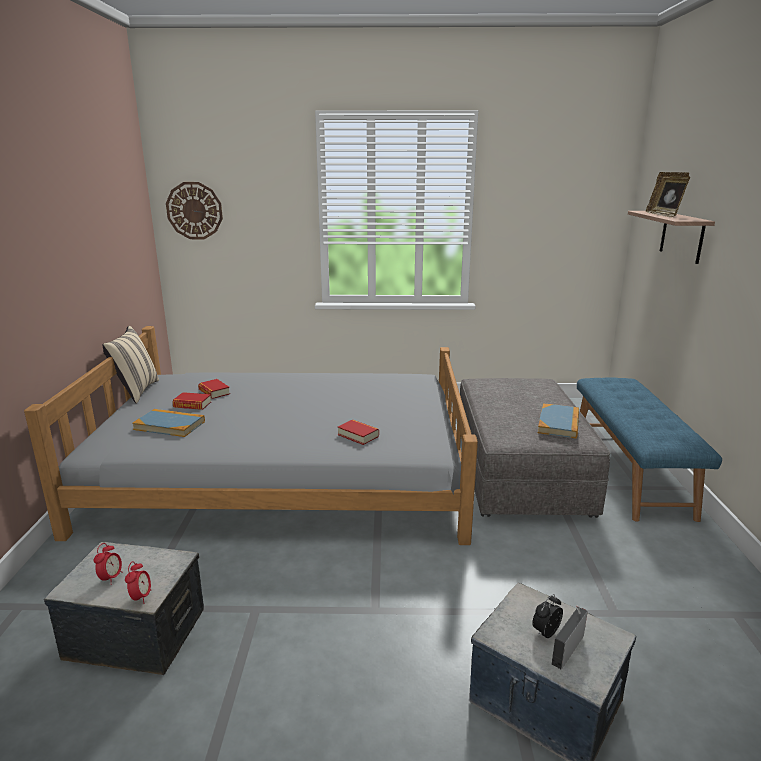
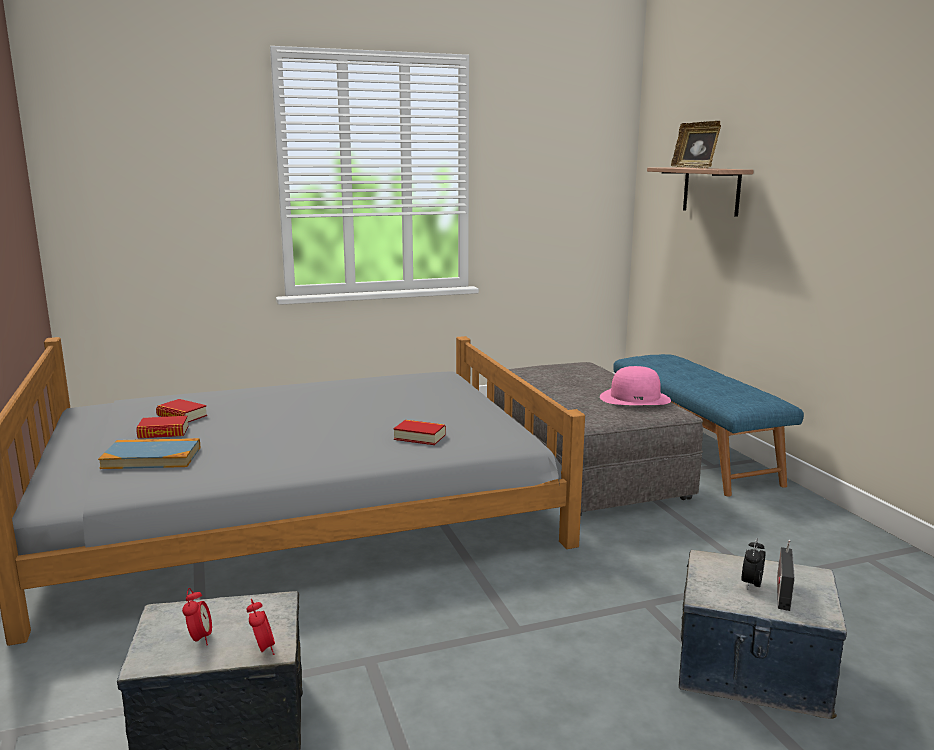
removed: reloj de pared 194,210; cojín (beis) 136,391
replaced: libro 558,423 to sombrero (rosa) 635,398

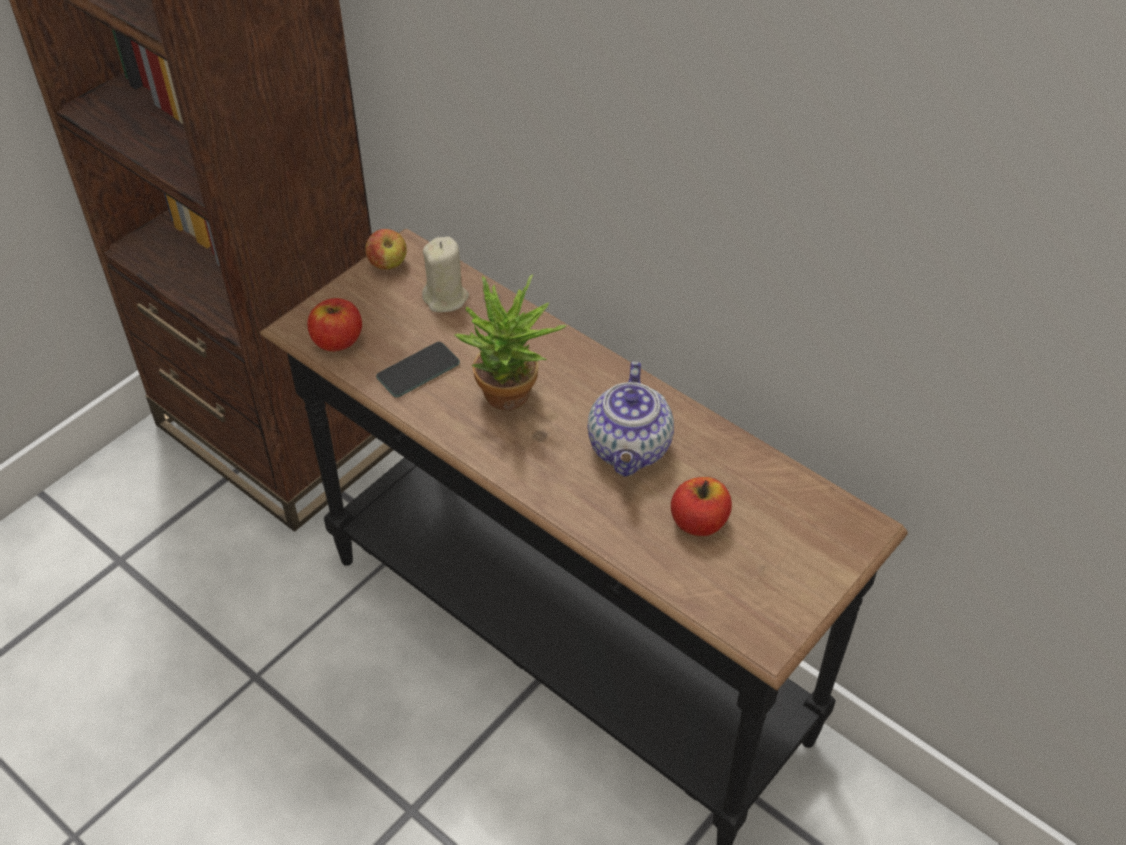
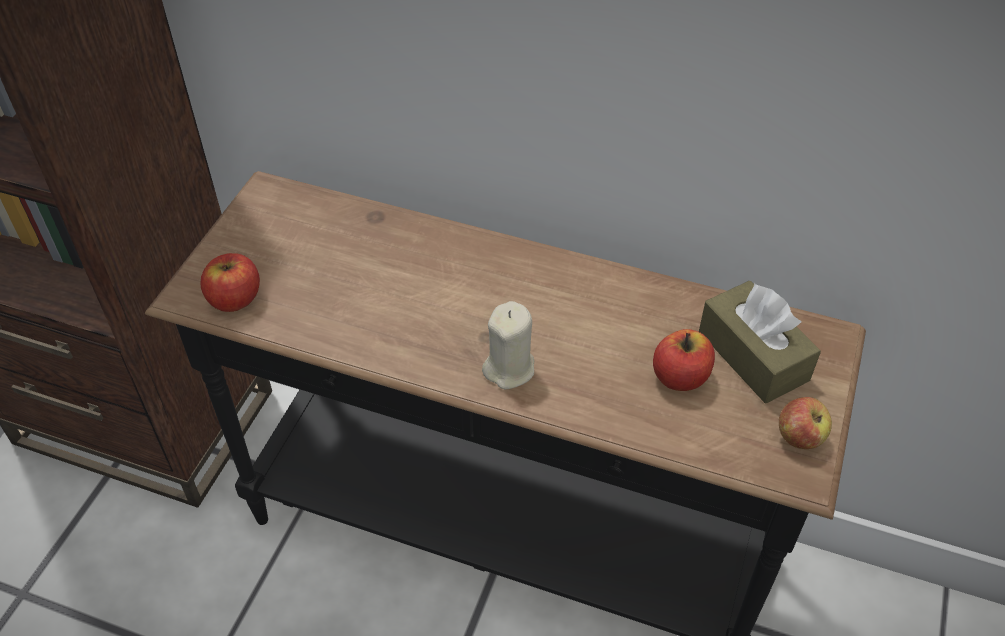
removed: planta en maceta 512,400; móvil 418,370; tetera 630,449
added: caja de pañuelos (marrón) 753,355
moved: manzana 388,264 to 799,437; vela (beis) 446,298 to 509,368

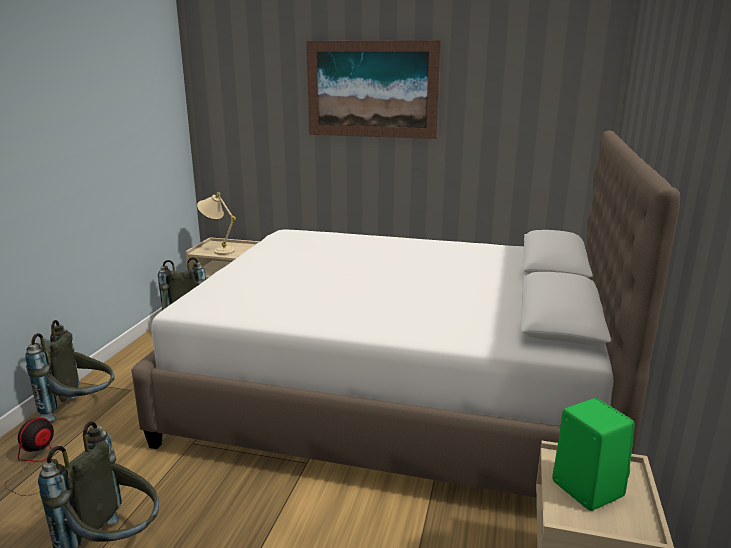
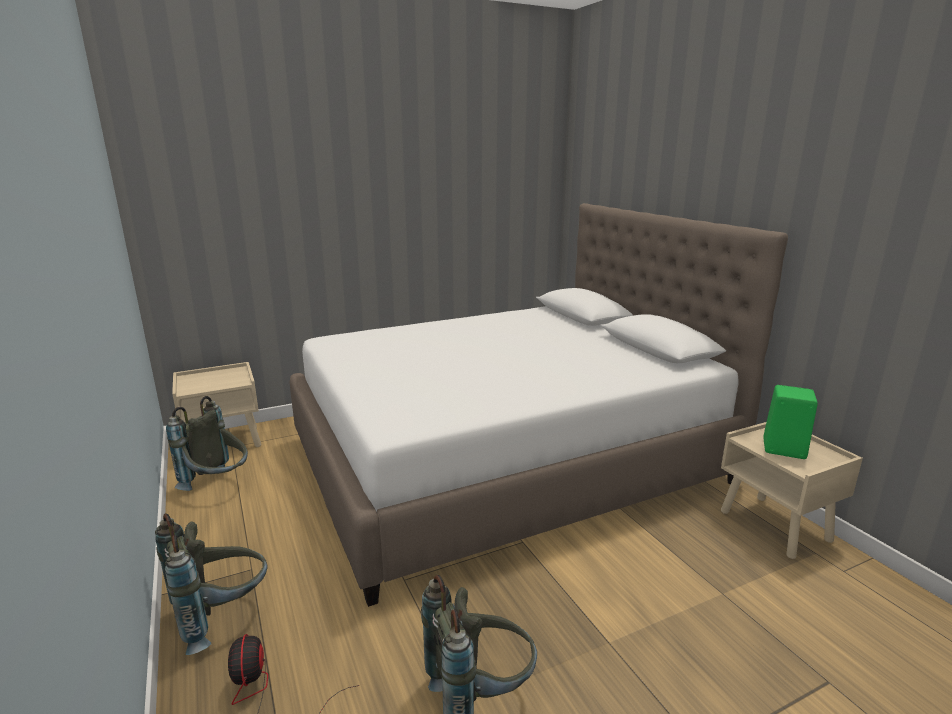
removed: cuadro 372,89; lámpara de mesa (beis) 218,250

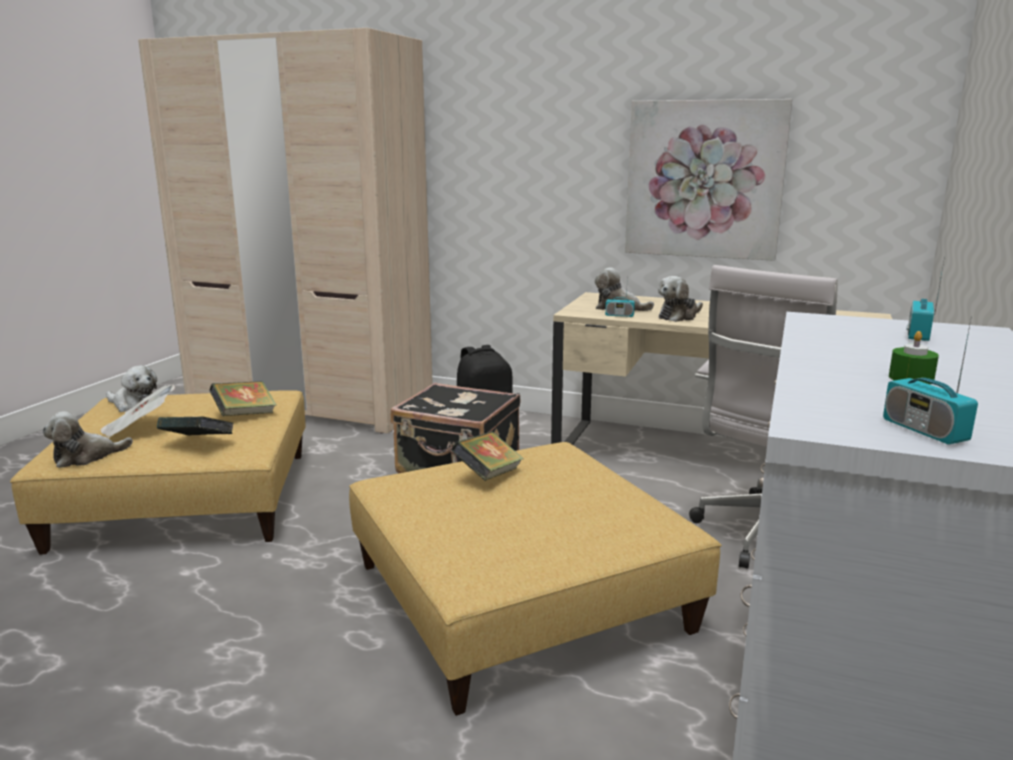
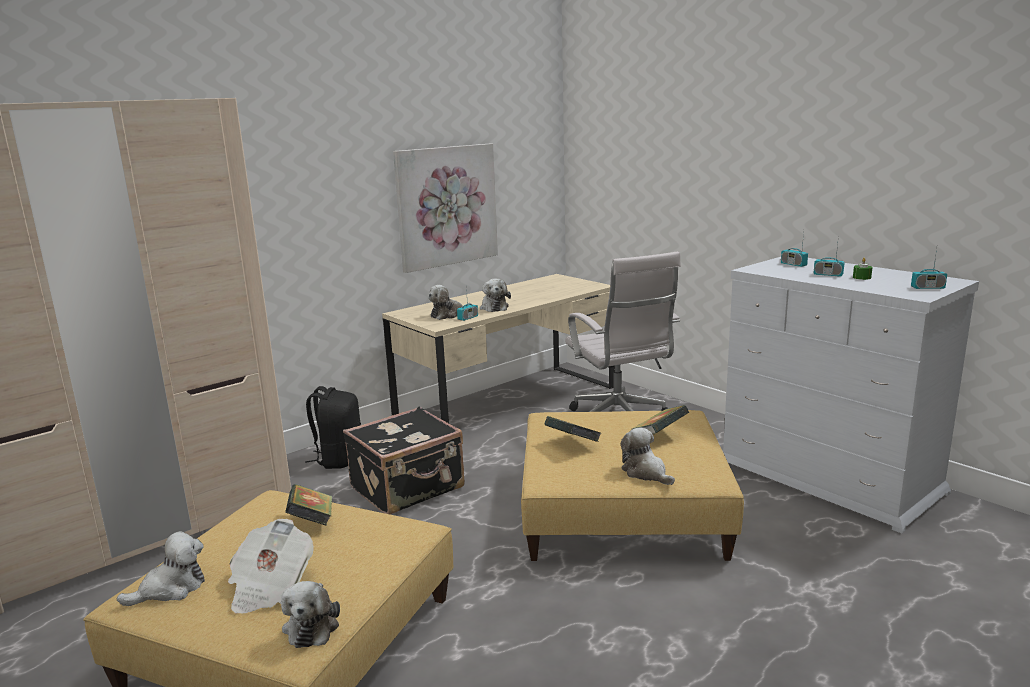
added: radio 828,275; peluche 646,473
moved: libro 198,444 to 659,436

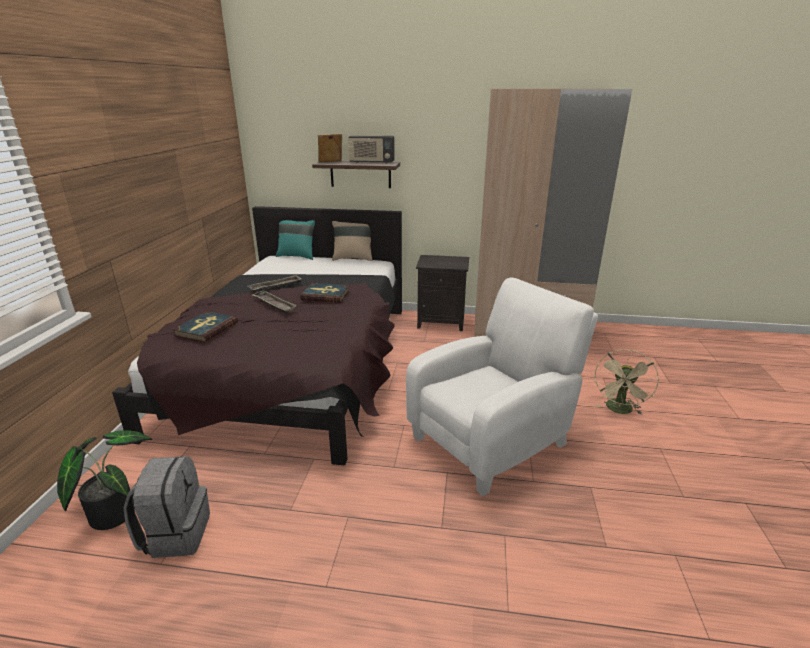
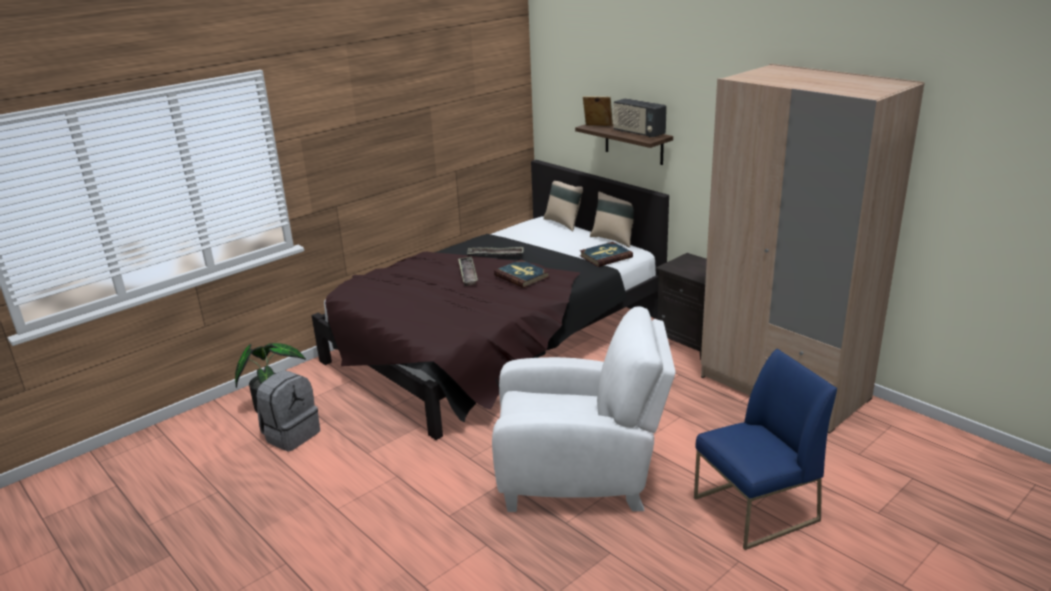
moved: libro 206,329 to 605,256
replaced: ventilador (beis) 619,410 to silla (azul) 755,510
recoloured: cojín (turquesa) 297,256 to cojín (beis) 564,223

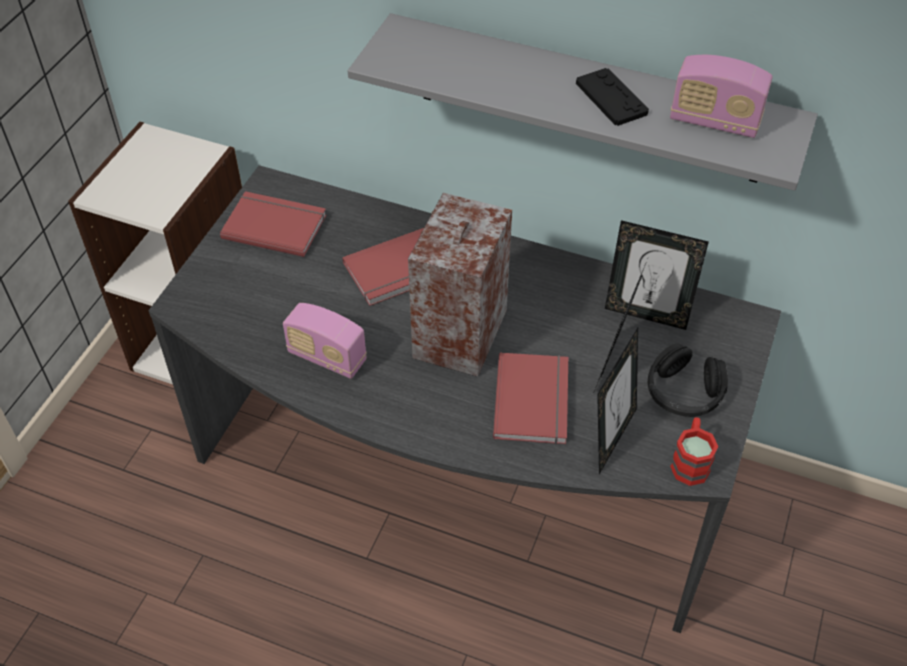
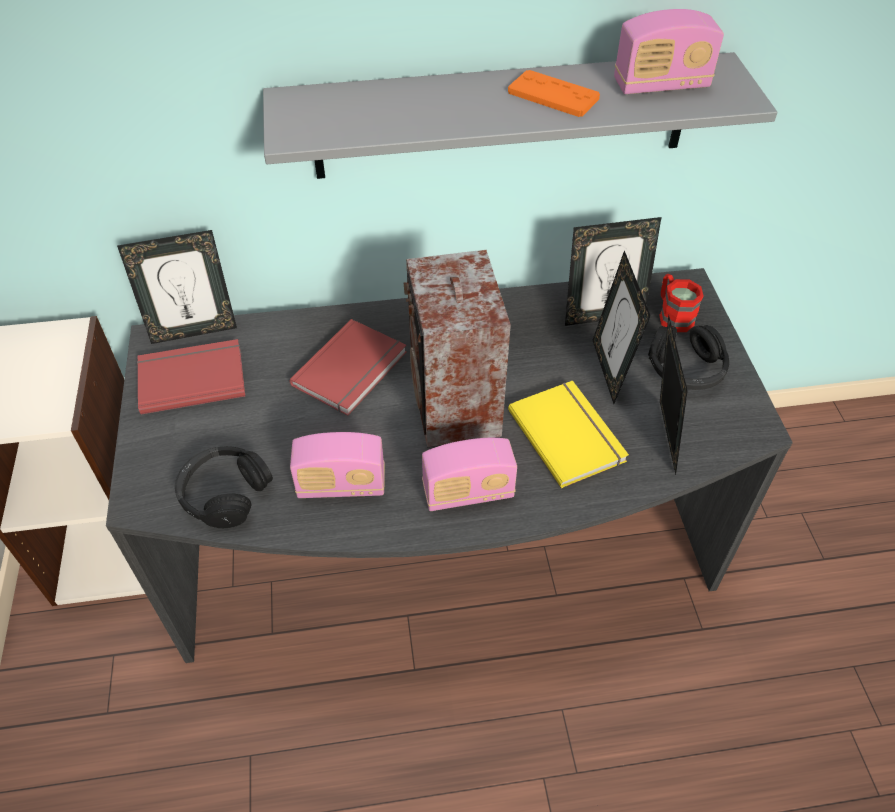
added: portarretratos 193,331; radio 468,493; auriculares (negro) 224,493
moved: taza grande (rojo) 690,461 to 672,315
recoloured: mando de consola (negro) 611,98 to mando de consola (naranja) 553,95; libro (rojo) 535,400 to libro (amarillo) 569,434

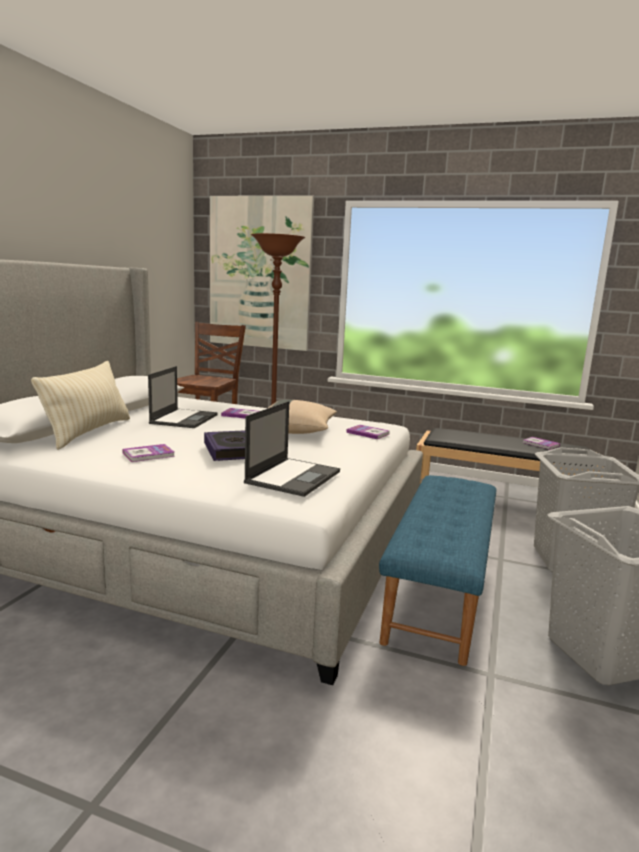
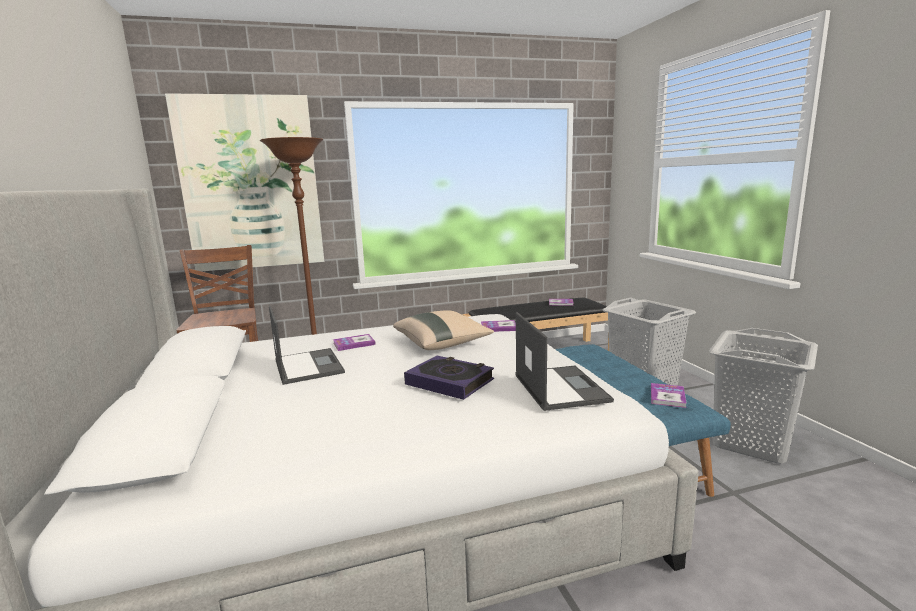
removed: cojín (beis) 89,432
moved: libro 148,454 to 667,396

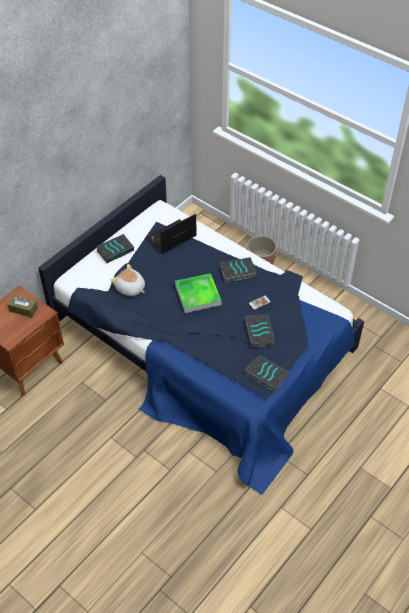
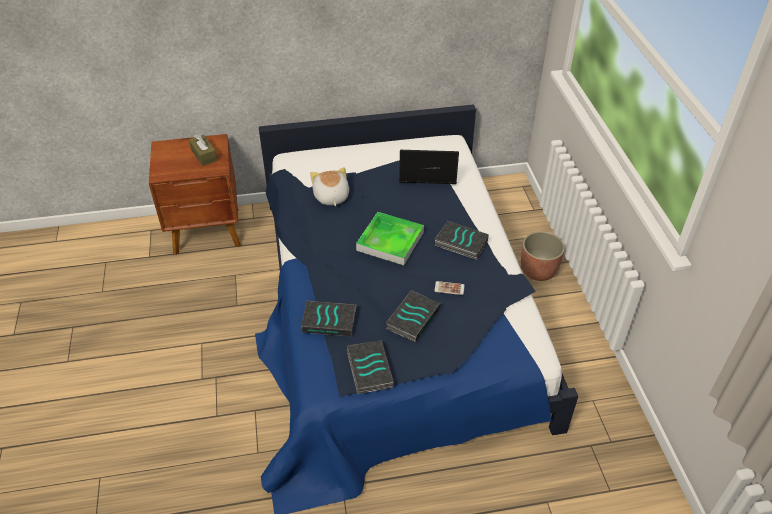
moved: libro 115,250 to 330,320

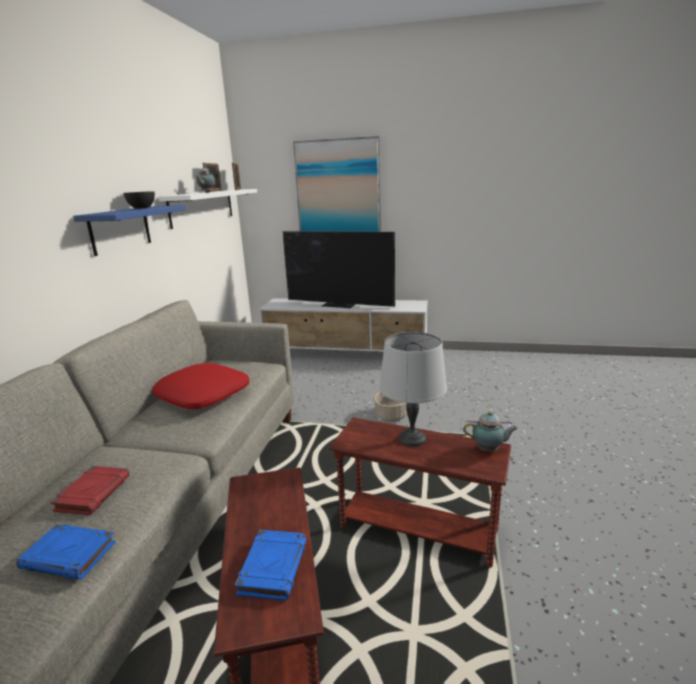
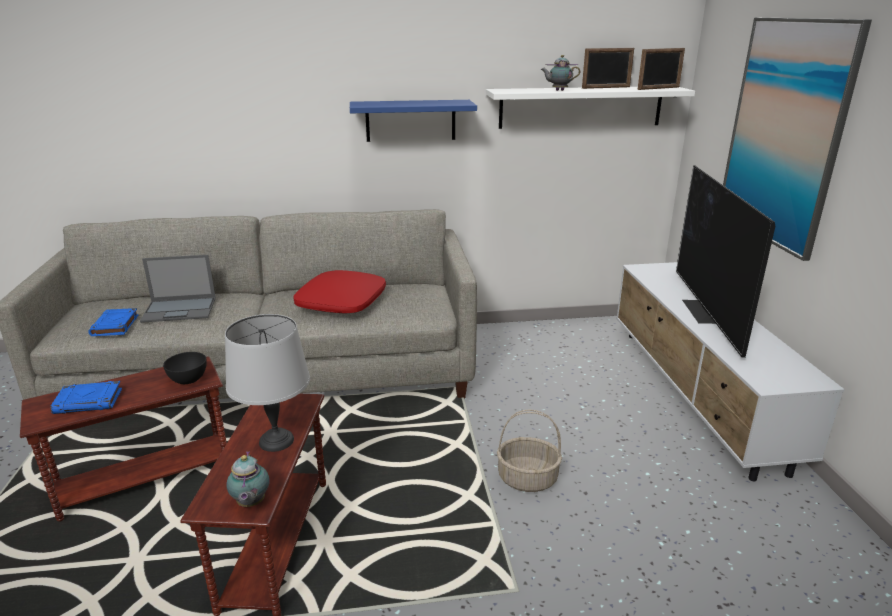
moved: cuenco (negro) 141,208 to 189,380
replaced: libro (rojo) 93,493 to portátil 180,310

